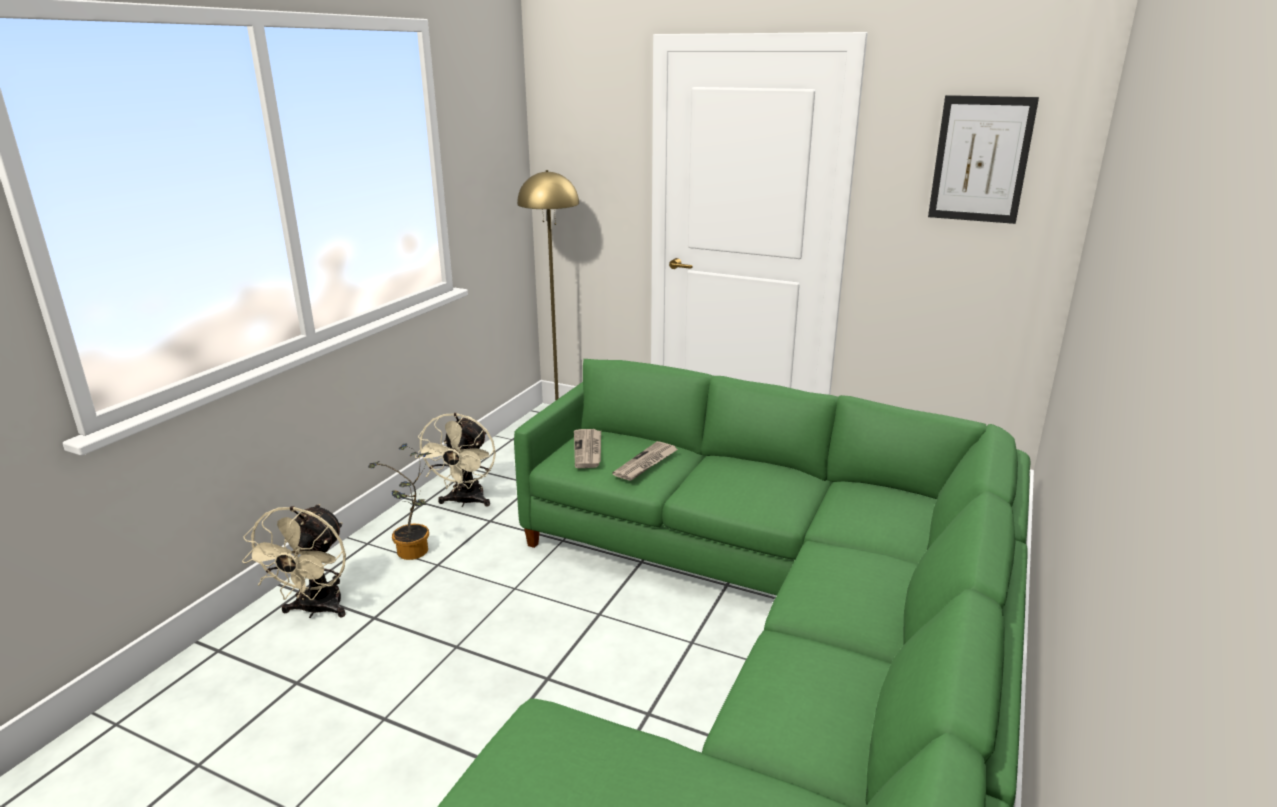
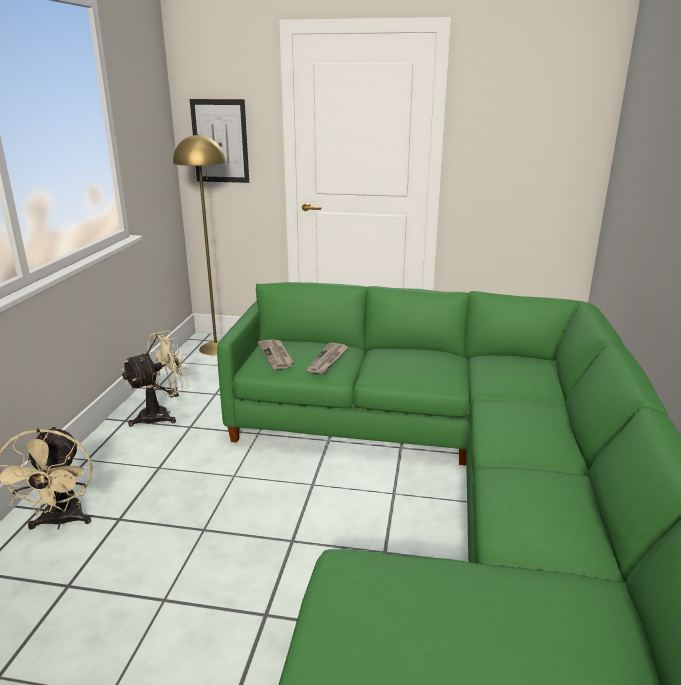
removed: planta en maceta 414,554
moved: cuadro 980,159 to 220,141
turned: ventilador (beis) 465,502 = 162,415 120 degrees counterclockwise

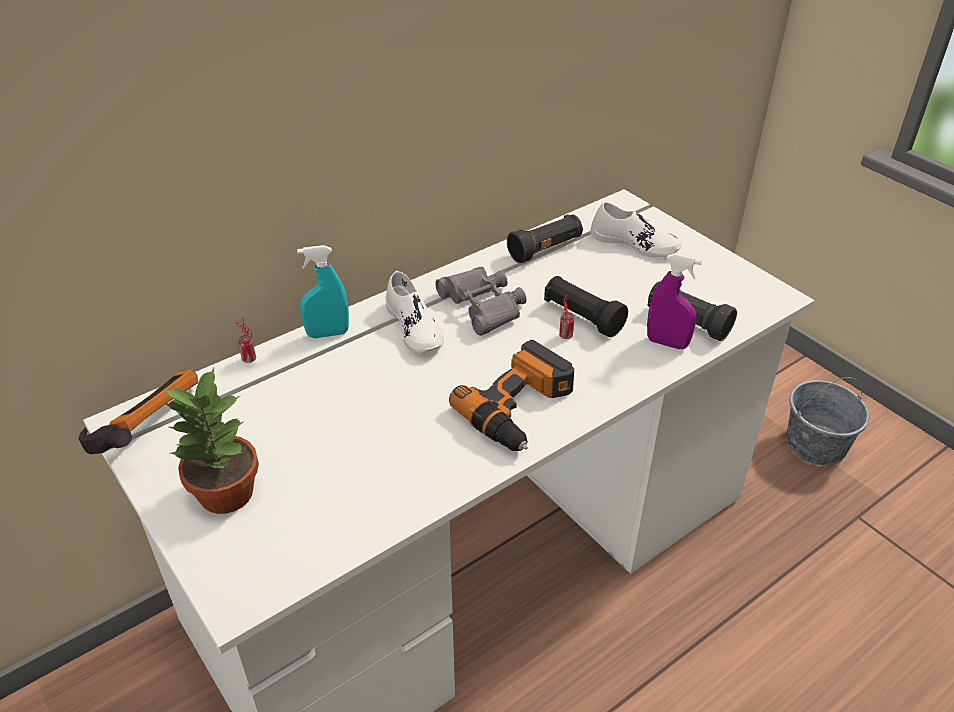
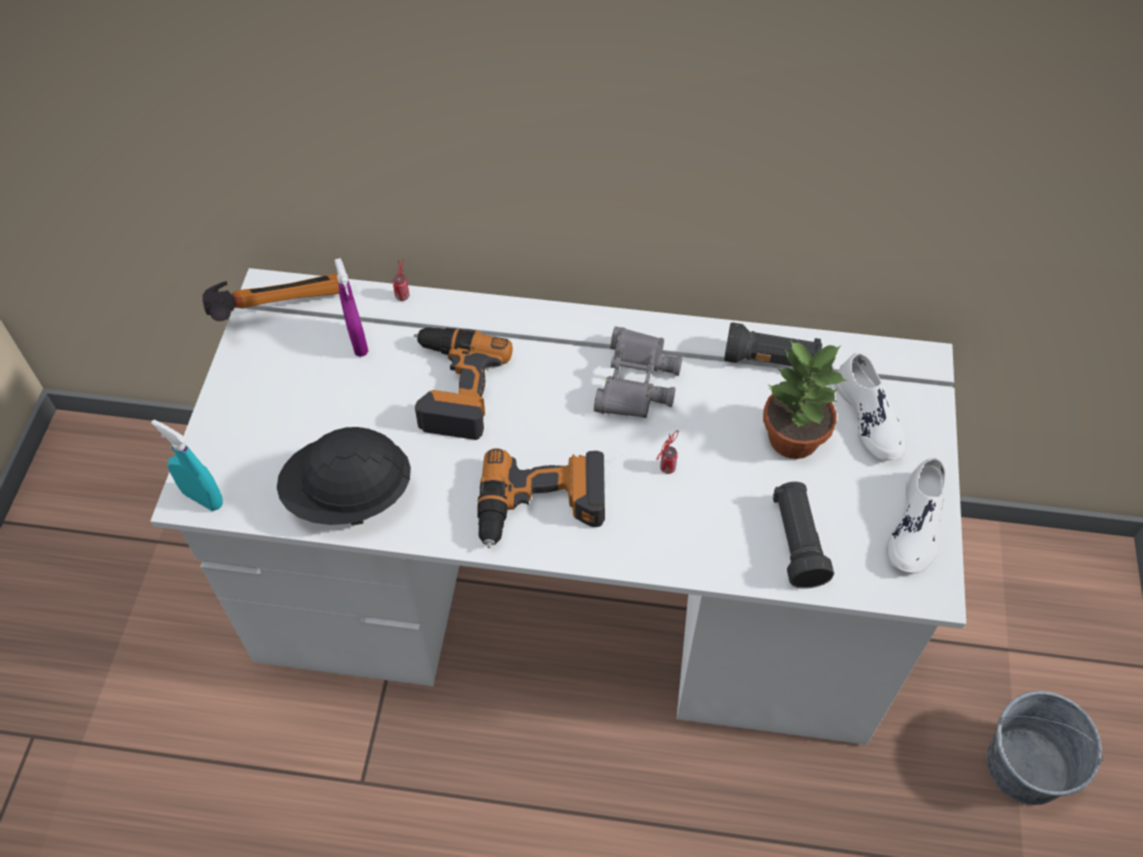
removed: linterna (negro) 582,317
added: taladro 452,387; casco (negro) 349,496
moved: pulverizador (turquesa) 328,334 to 203,498; pulverizador (morado) 667,343 to 358,342; zapato (blanco) 414,327 to 916,526; planta en maceta 224,494 to 791,438

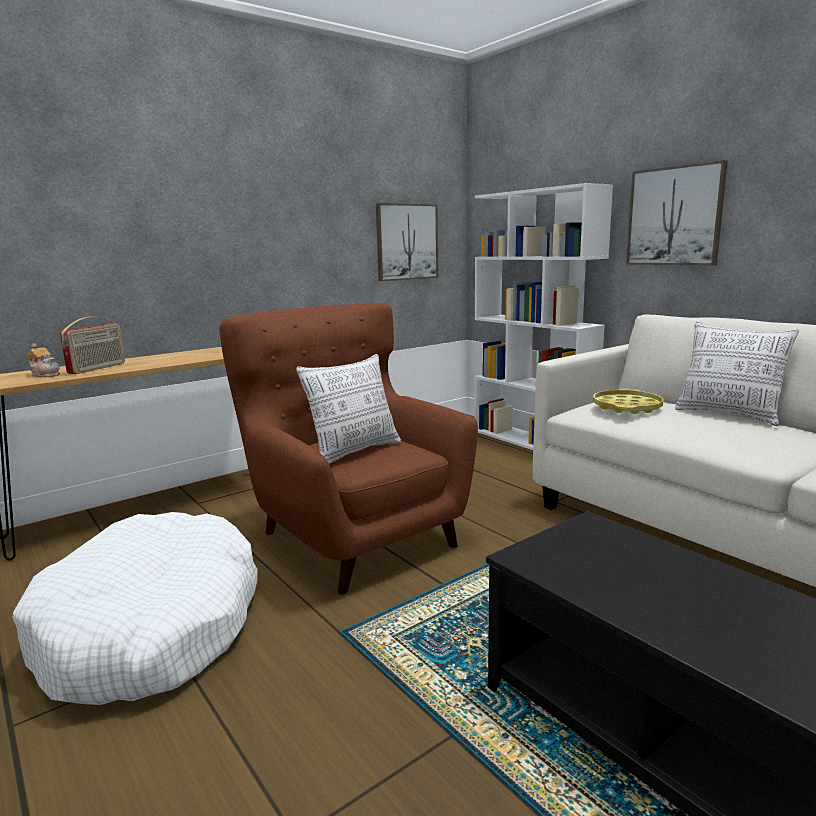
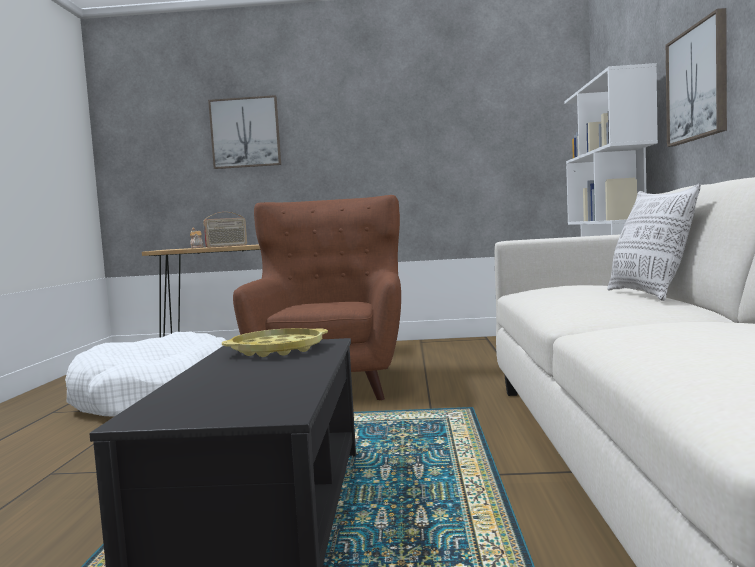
removed: cojín 354,451
moved: cuadro 406,242 to 245,133; bandeja (amarillo) 627,407 to 277,350

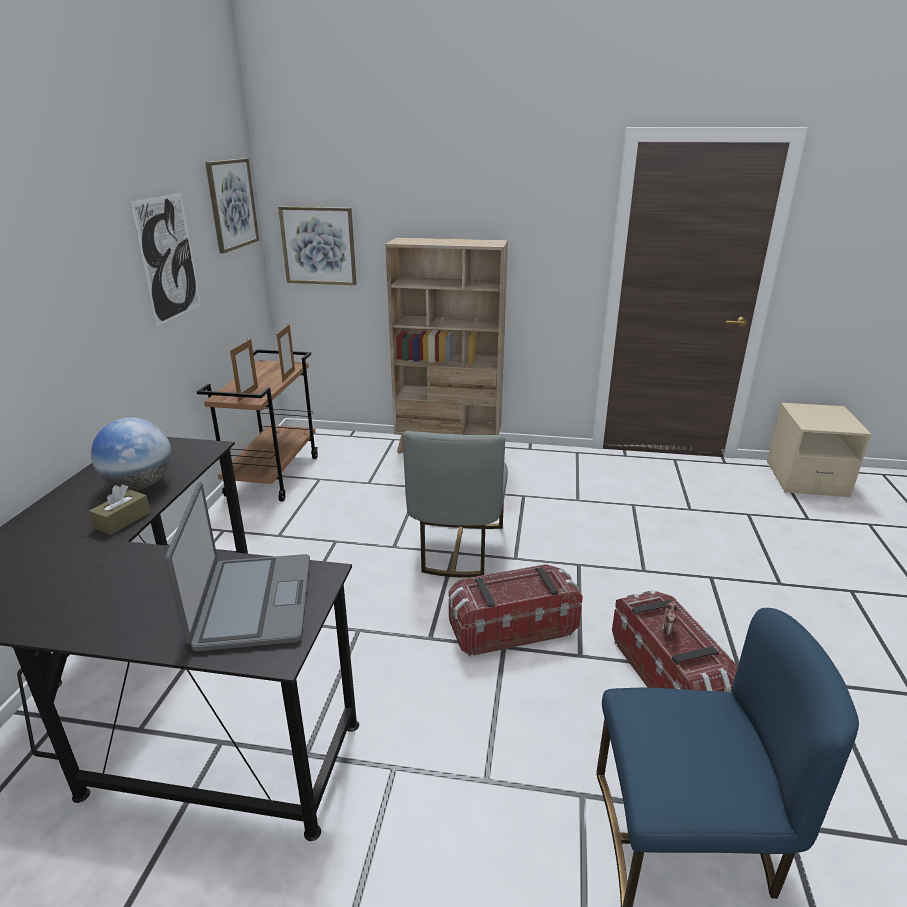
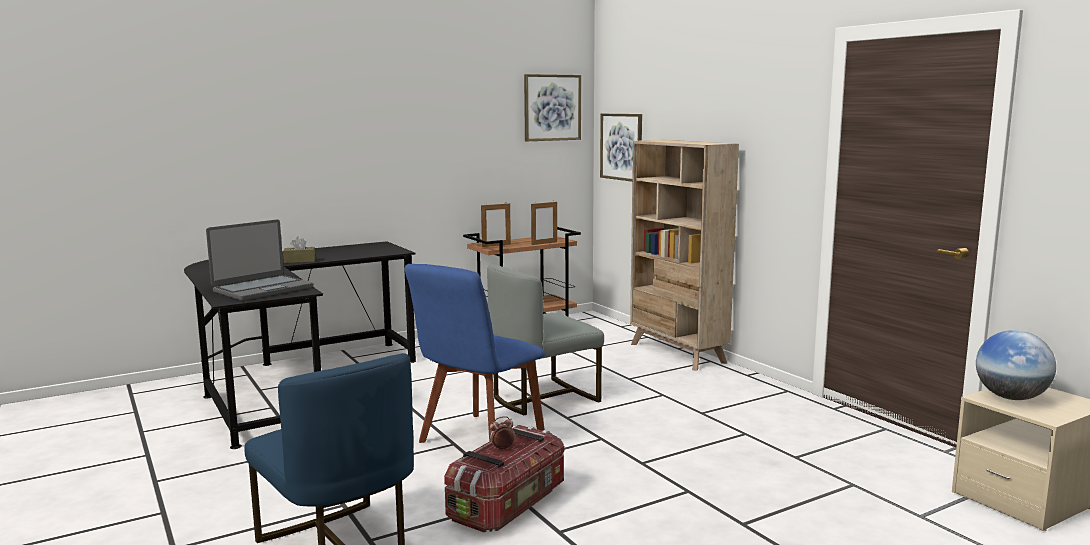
removed: cuadro 168,258
moved: globo terráqueo 140,485 to 1011,398
replaced: caja de almacenaje 511,628 to silla (azul) 478,440

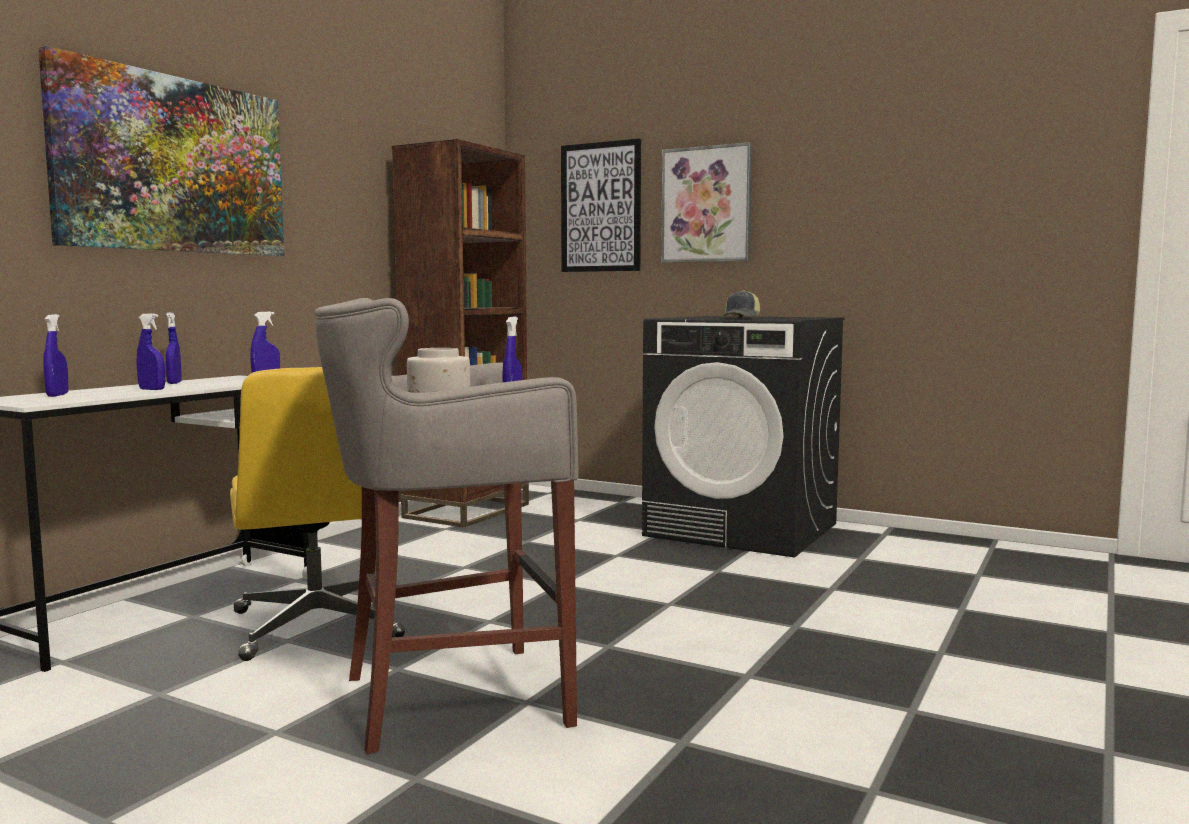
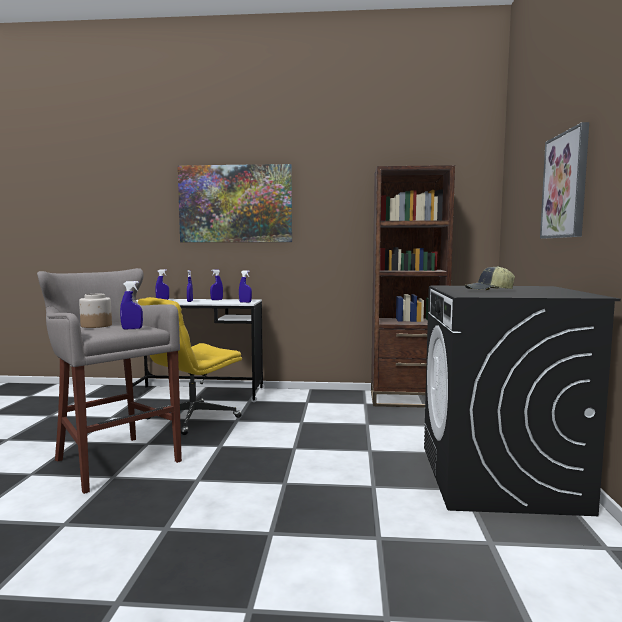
removed: cuadro 601,207

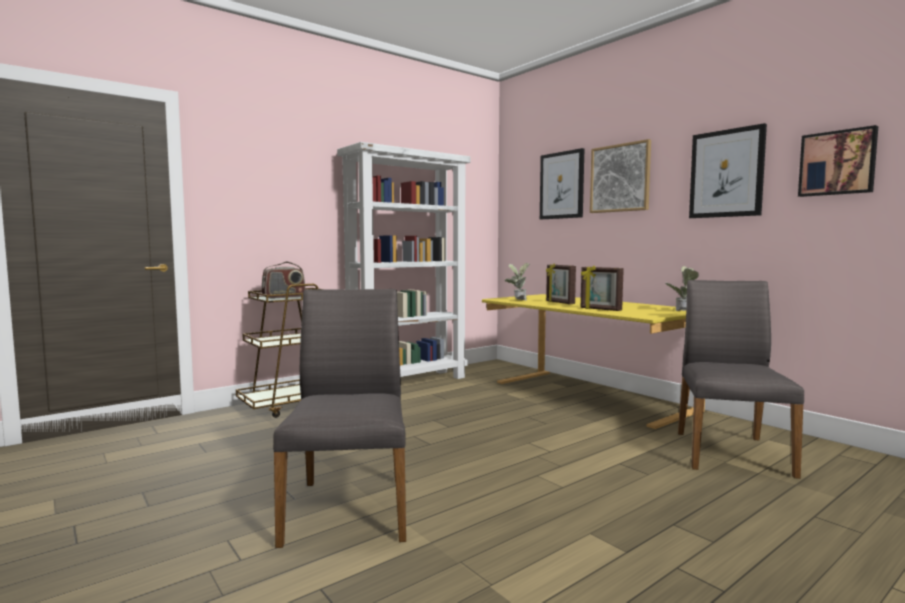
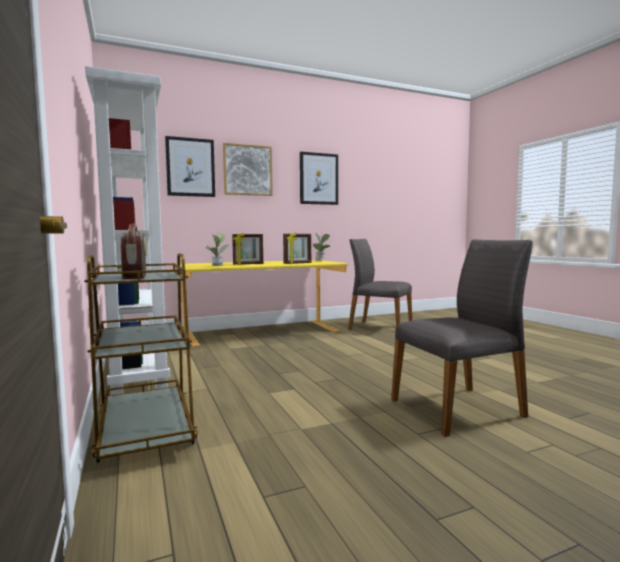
removed: cuadro 837,163
turned: silla (gris) 349,508 = 459,408 150 degrees clockwise

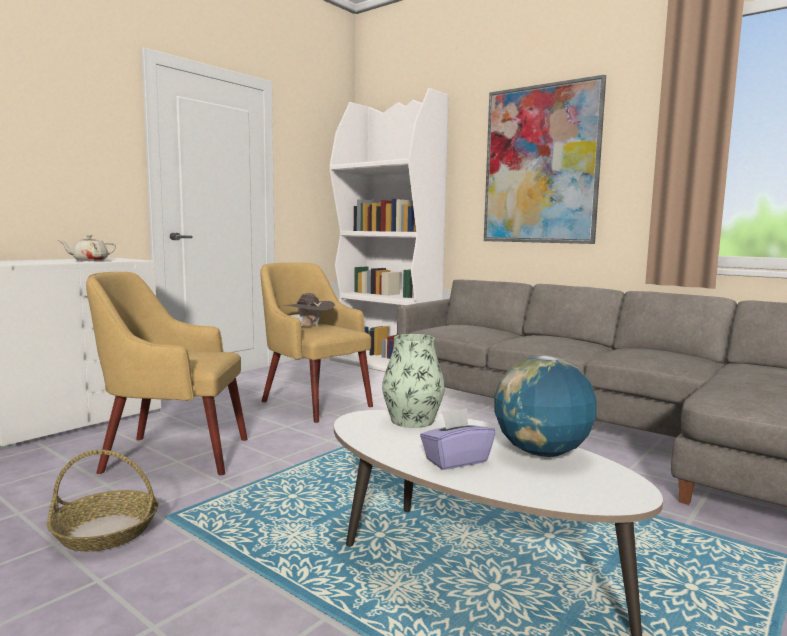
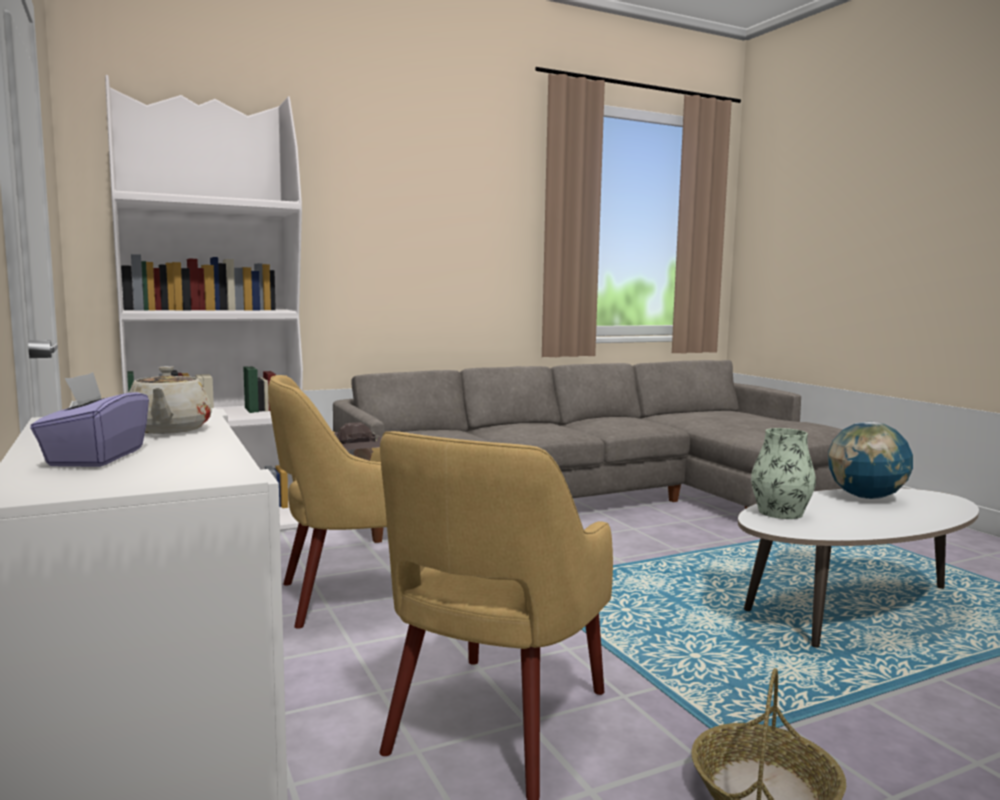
removed: cuadro 540,165
moved: caja de pañuelos (morado) 456,460 to 95,458

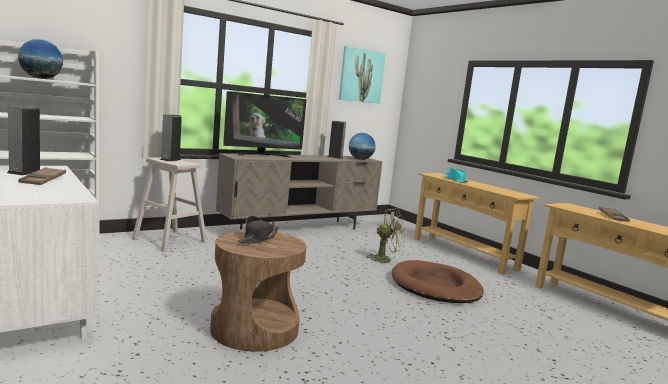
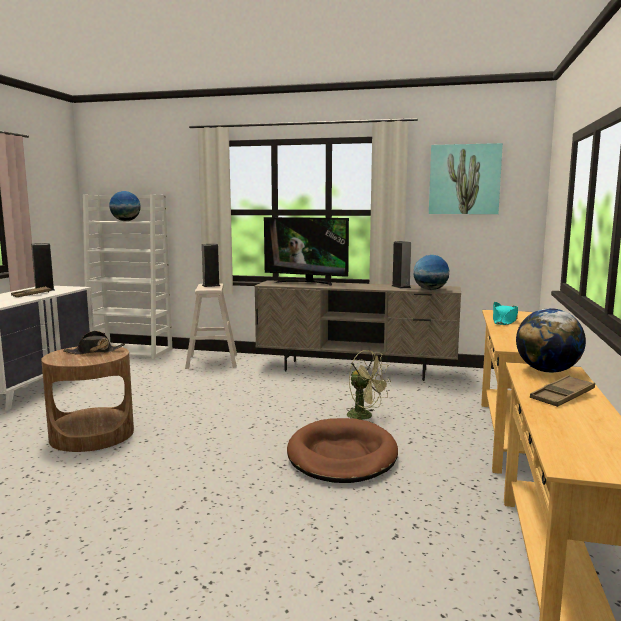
added: globo terráqueo 547,371

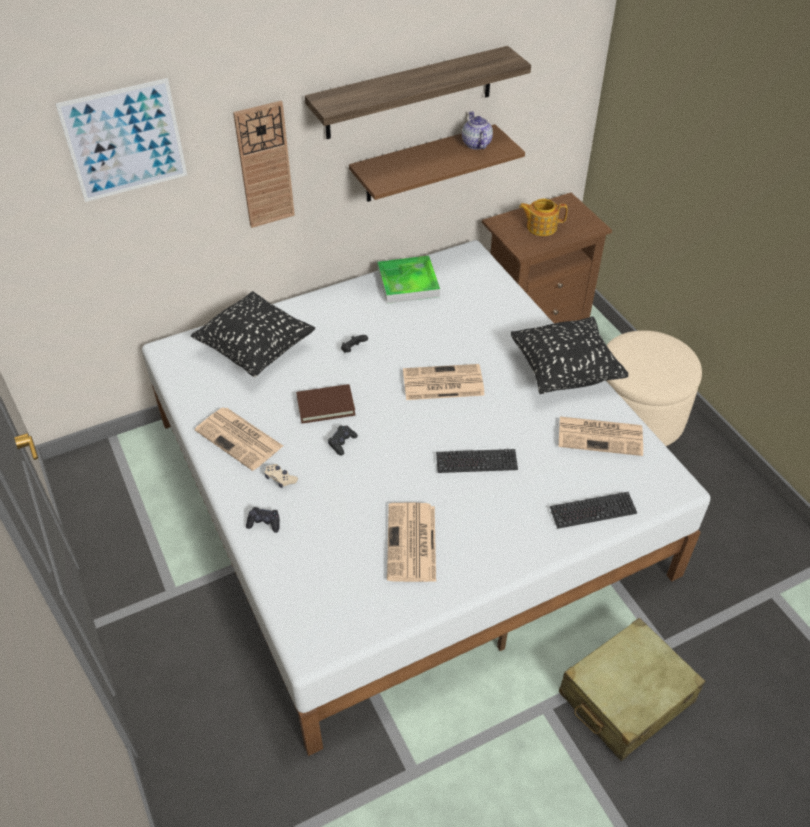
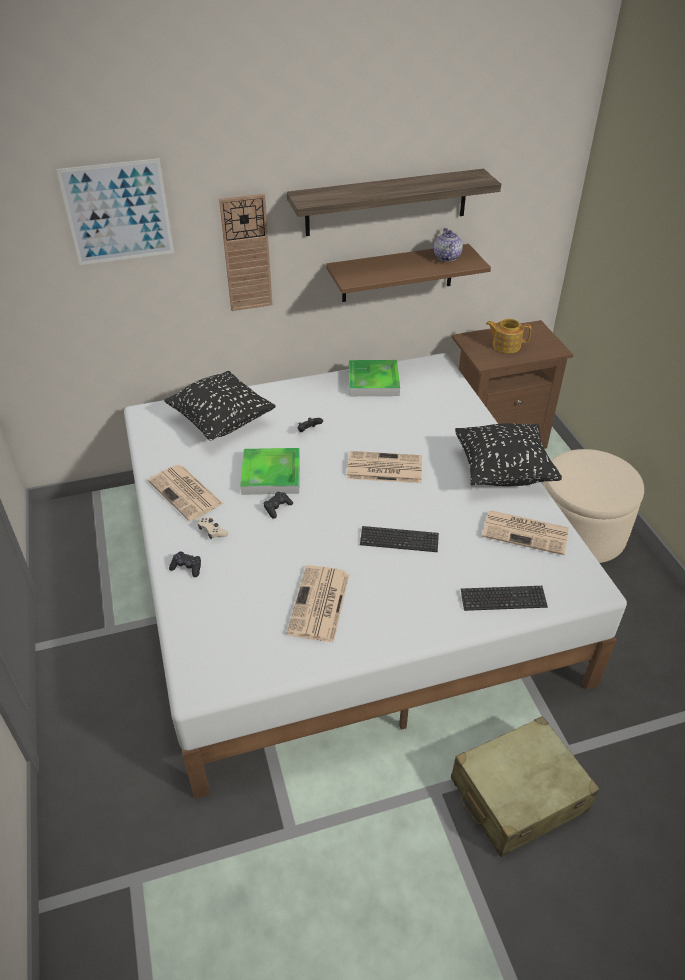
replaced: libro (marrón) 325,406 to bandeja 271,475

